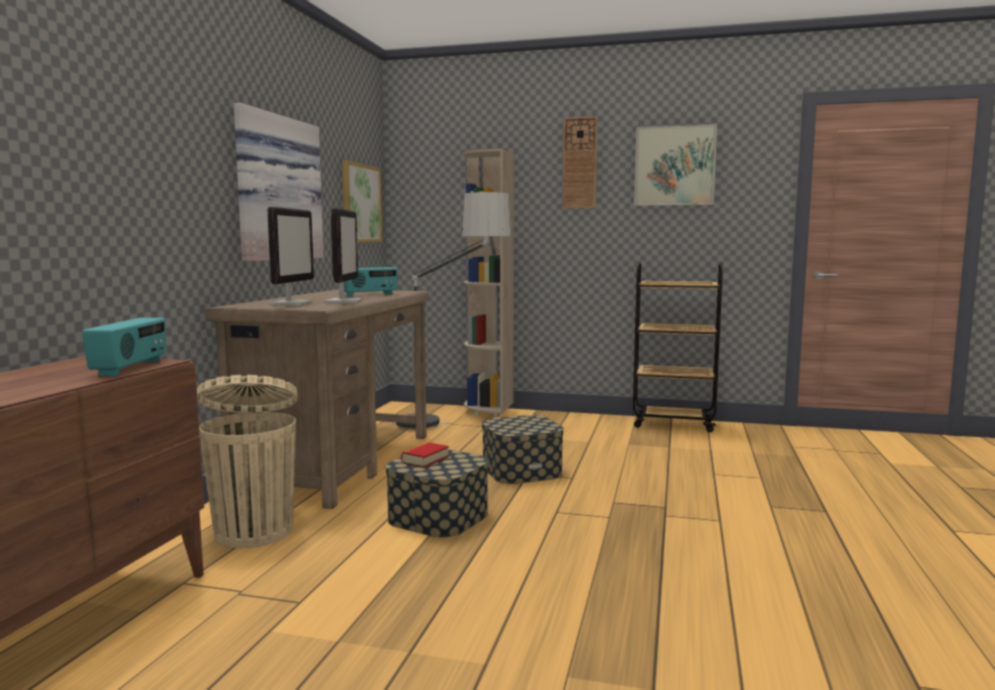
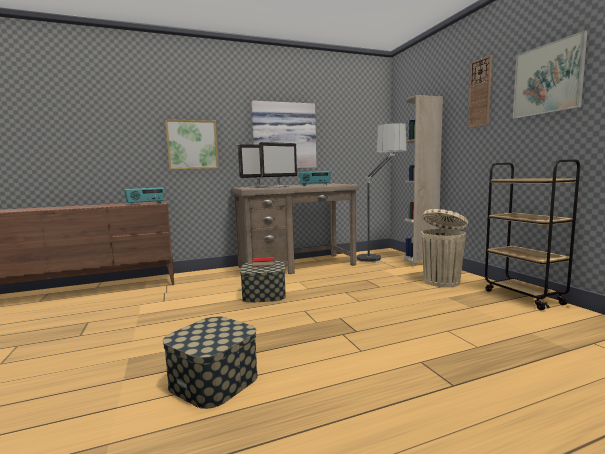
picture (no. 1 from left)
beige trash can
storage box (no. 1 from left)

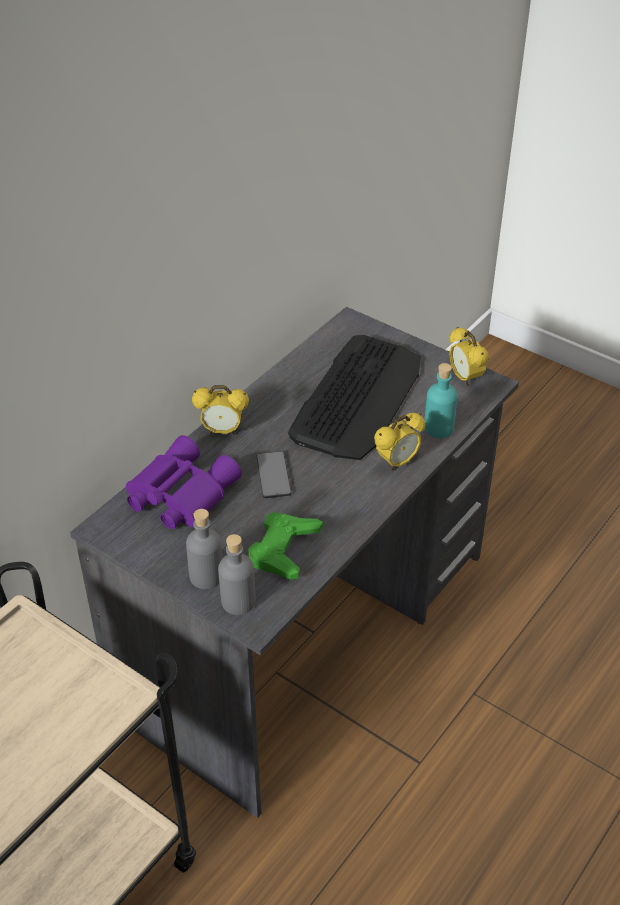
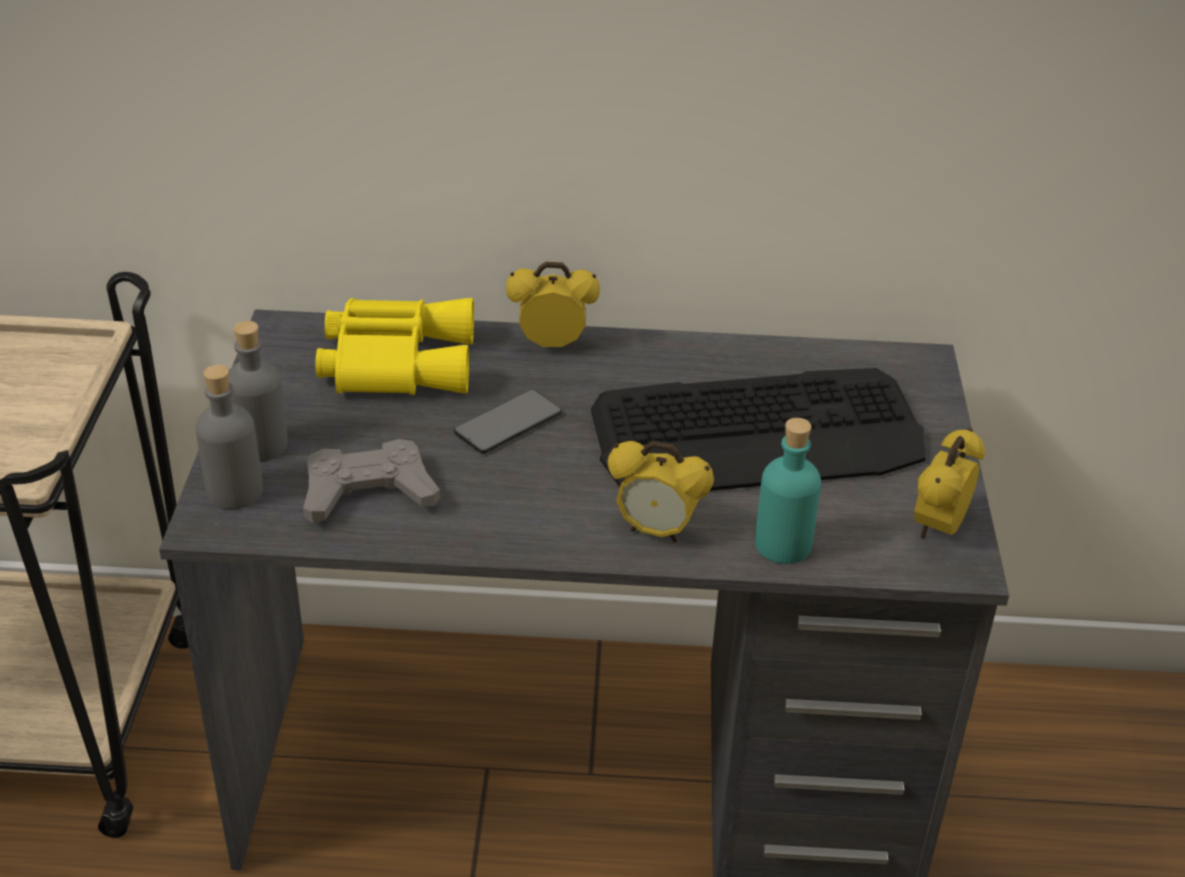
alarm clock (no. 1 from left)
yellow binoculars
grey game controller

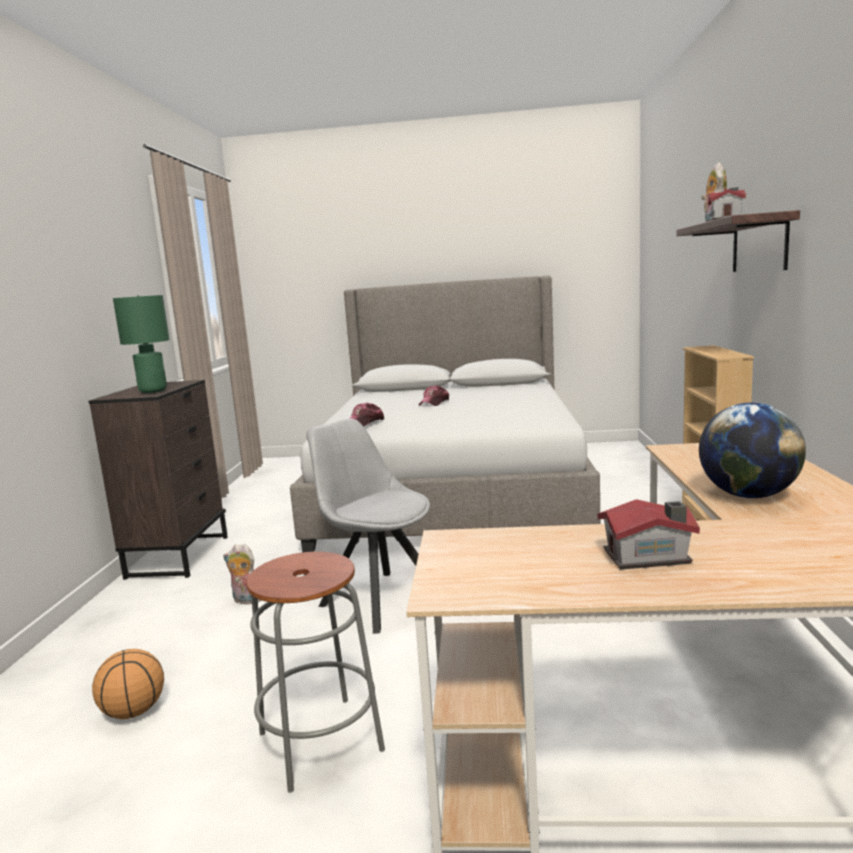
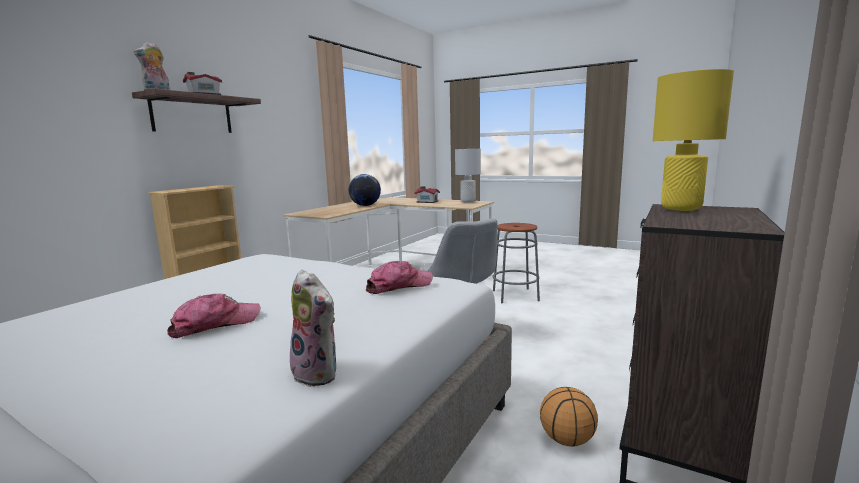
yellow table lamp
plush toy (no. 2 from left)
basketball
grey table lamp

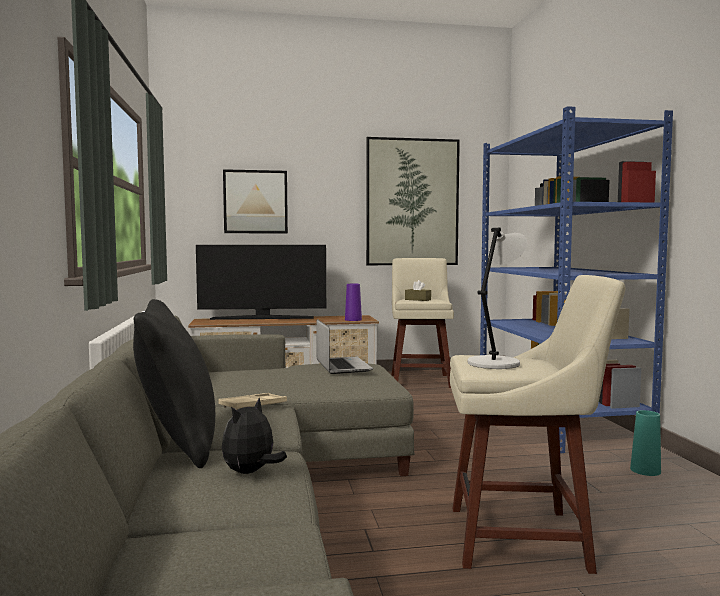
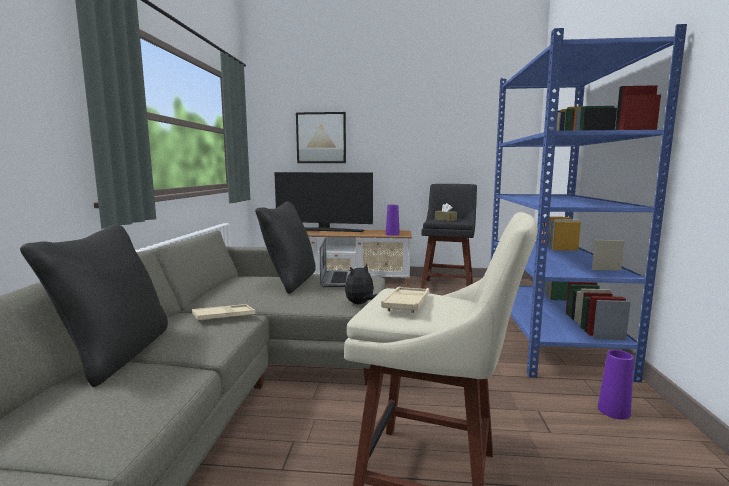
picture (no. 2 from left in the first image)
beige tray (no. 2 from left)
black stool
plush toy
purple vase (no. 2 from left)
black pillow (no. 2 from left)

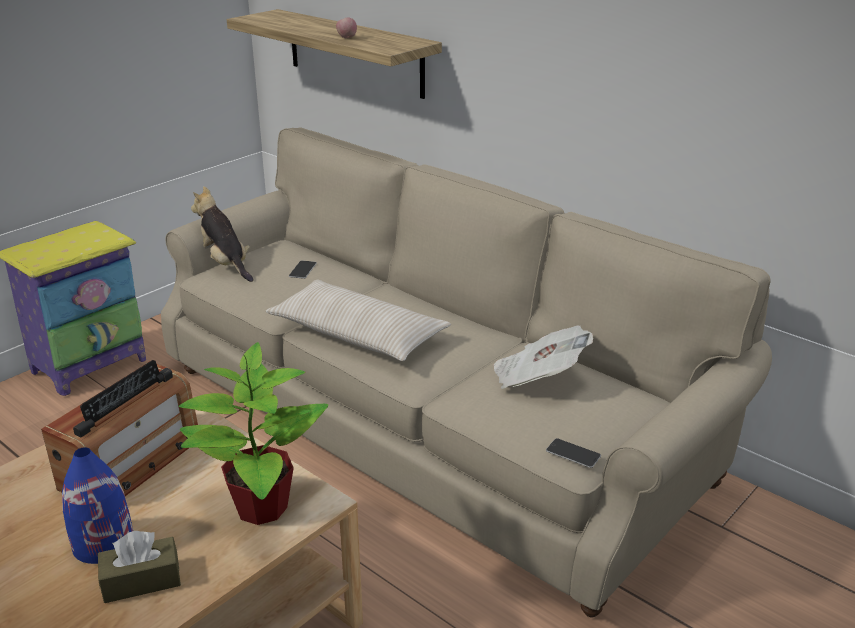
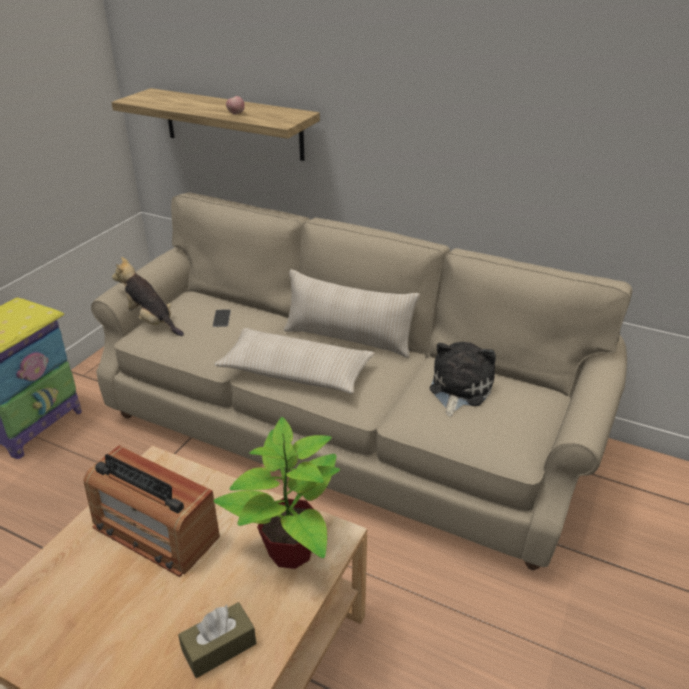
plush toy (no. 2 from left)
radio
phone (no. 2 from left in the first image)
blue vase
beige pillow (no. 2 from left)

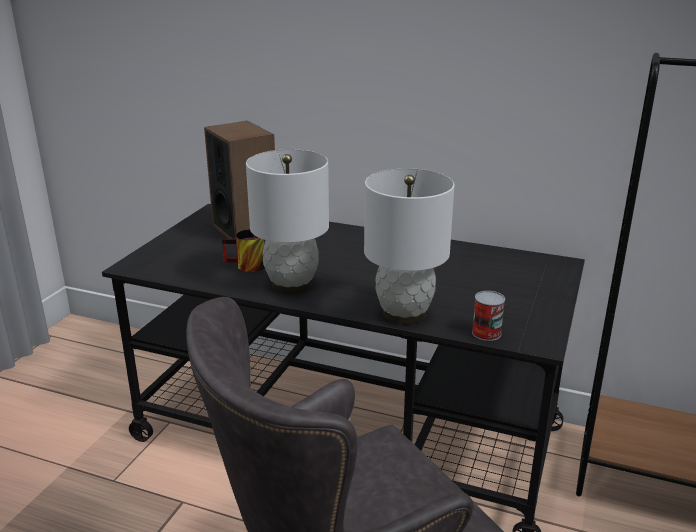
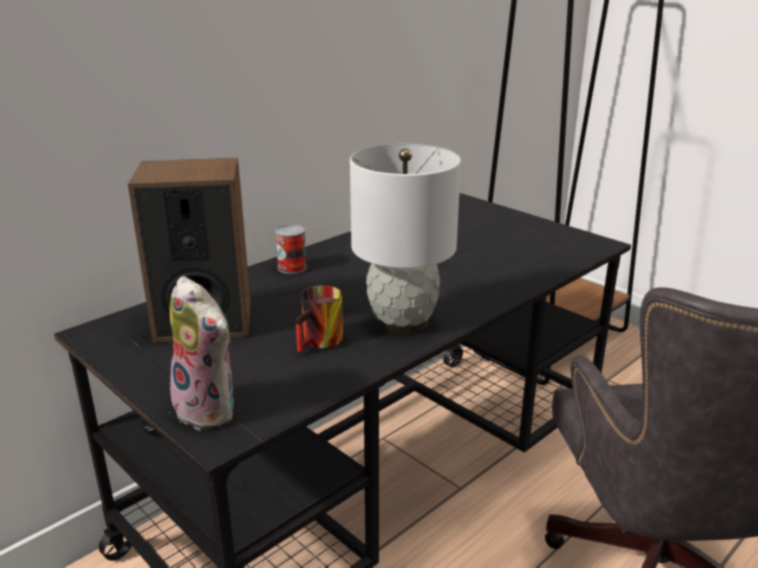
white table lamp (no. 2 from left in the first image)
can
plush toy

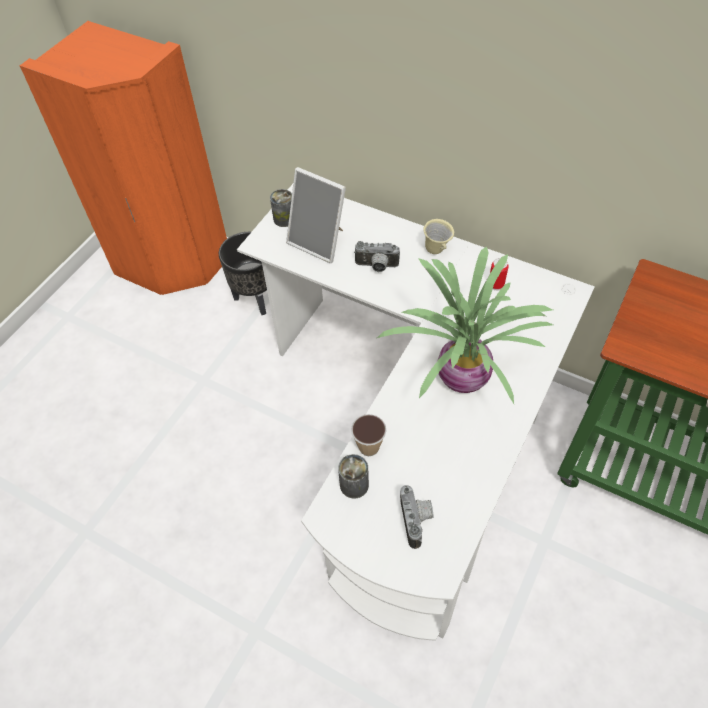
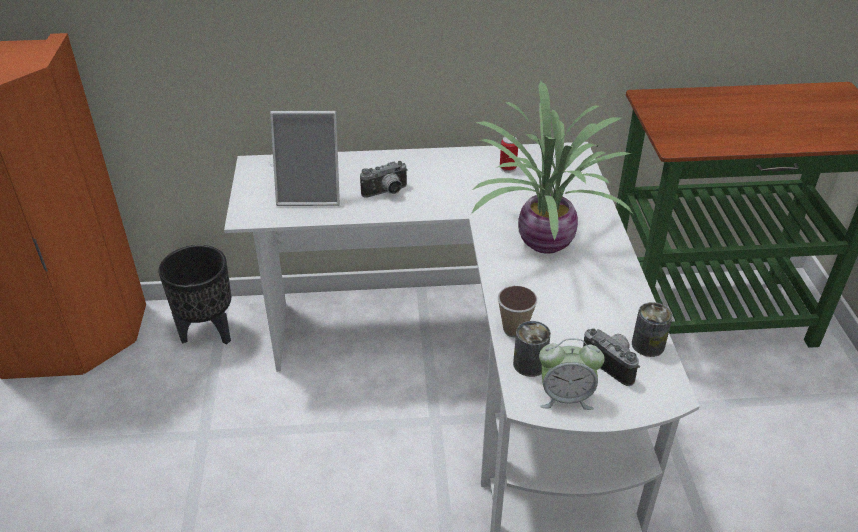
can (no. 3 from left)
beige mug
alarm clock

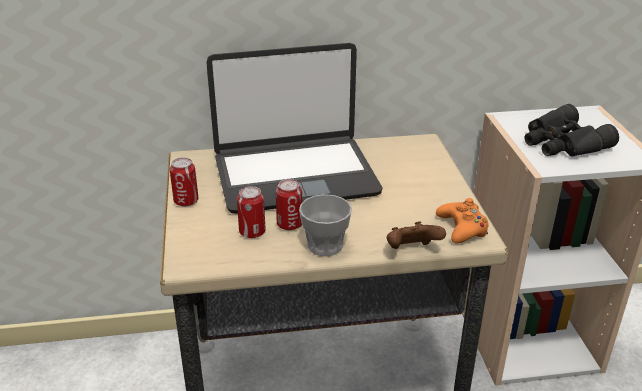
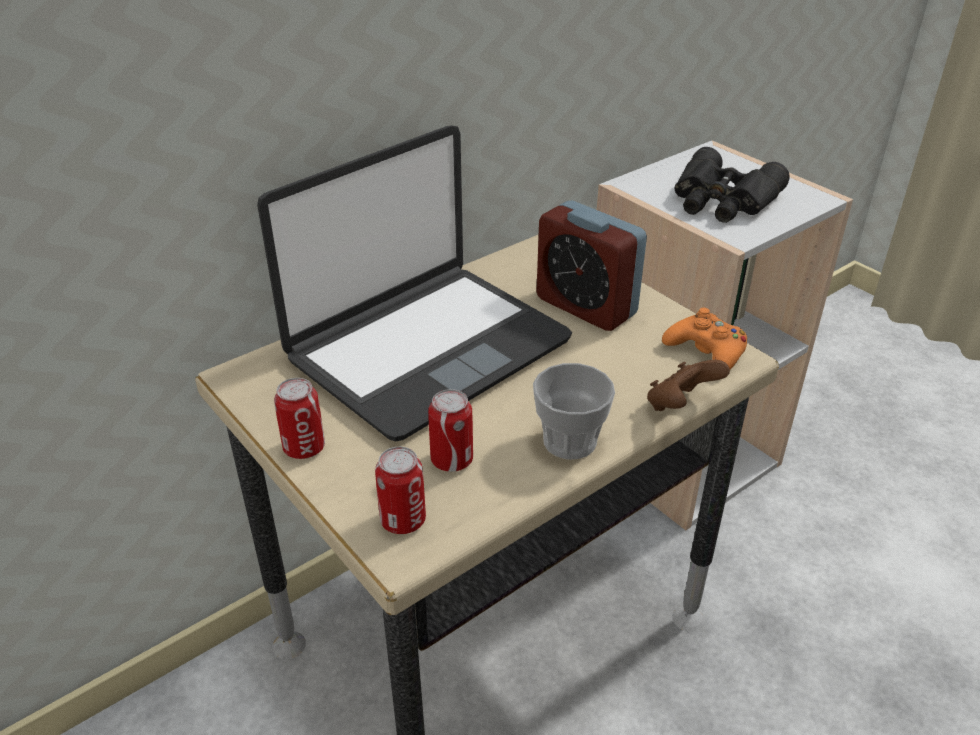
can (no. 2 from left)
alarm clock

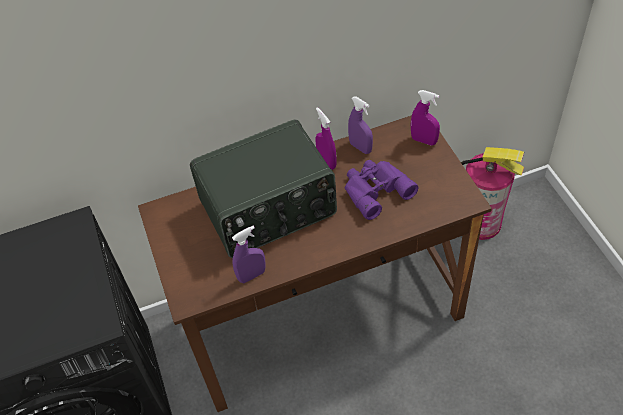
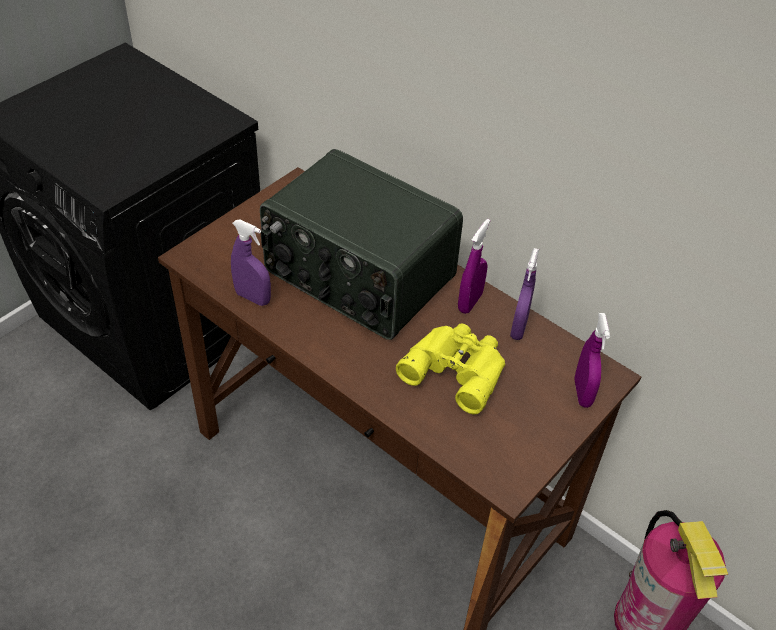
yellow binoculars

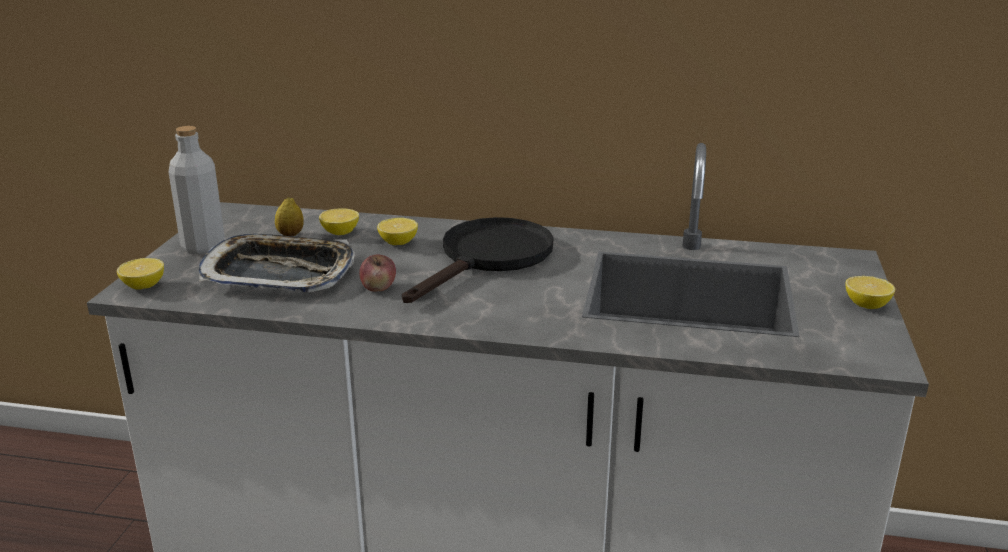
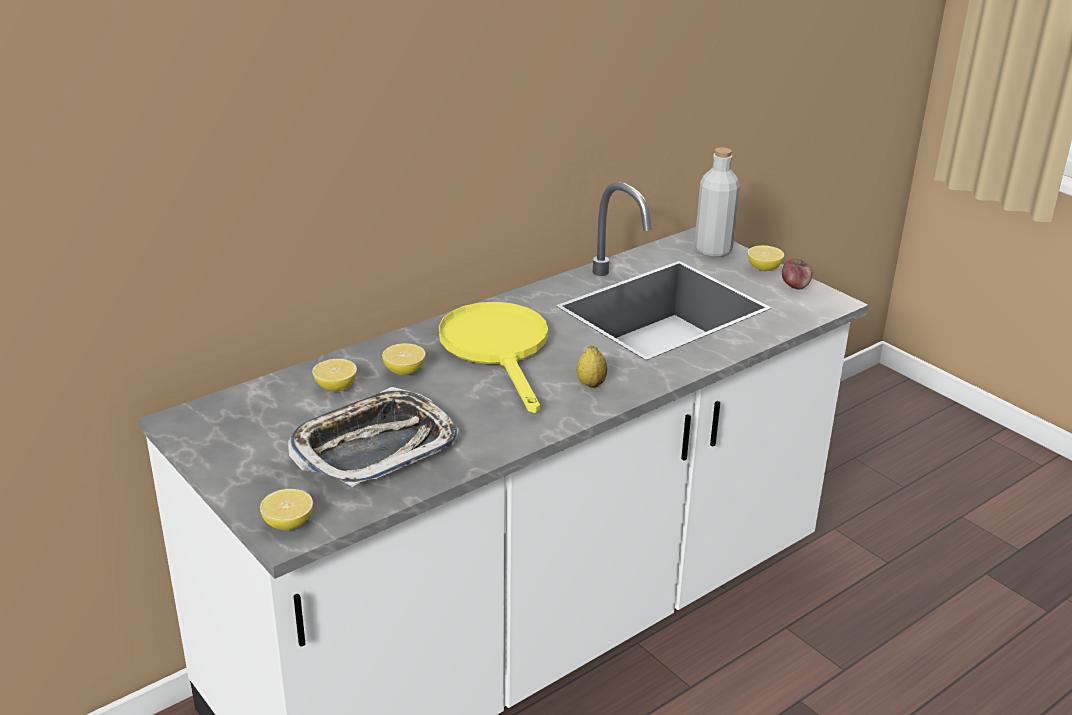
grey bottle
lemon (no. 4 from left)
yellow frying pan
apple

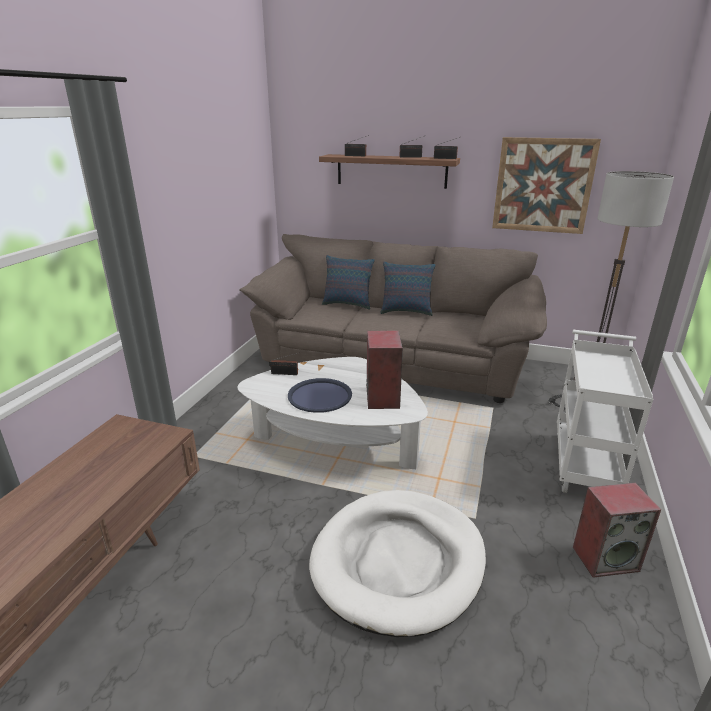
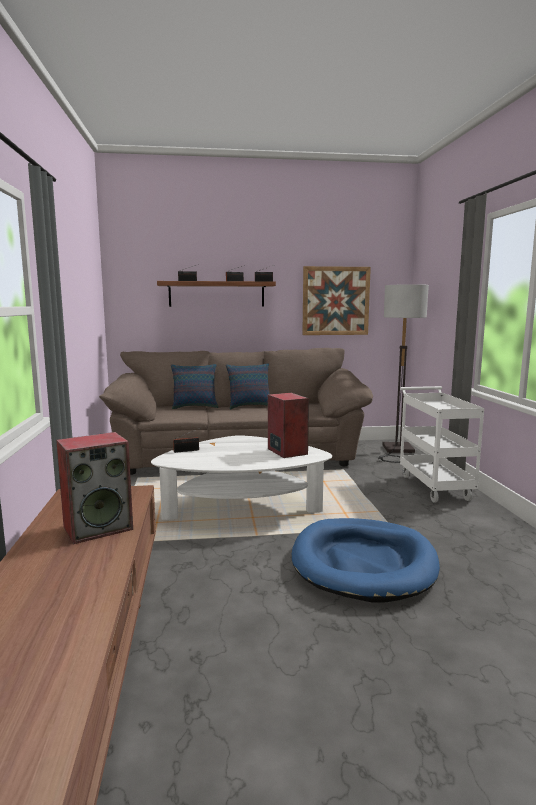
blue tray
speaker (no. 1 from left)
blue dog bed

